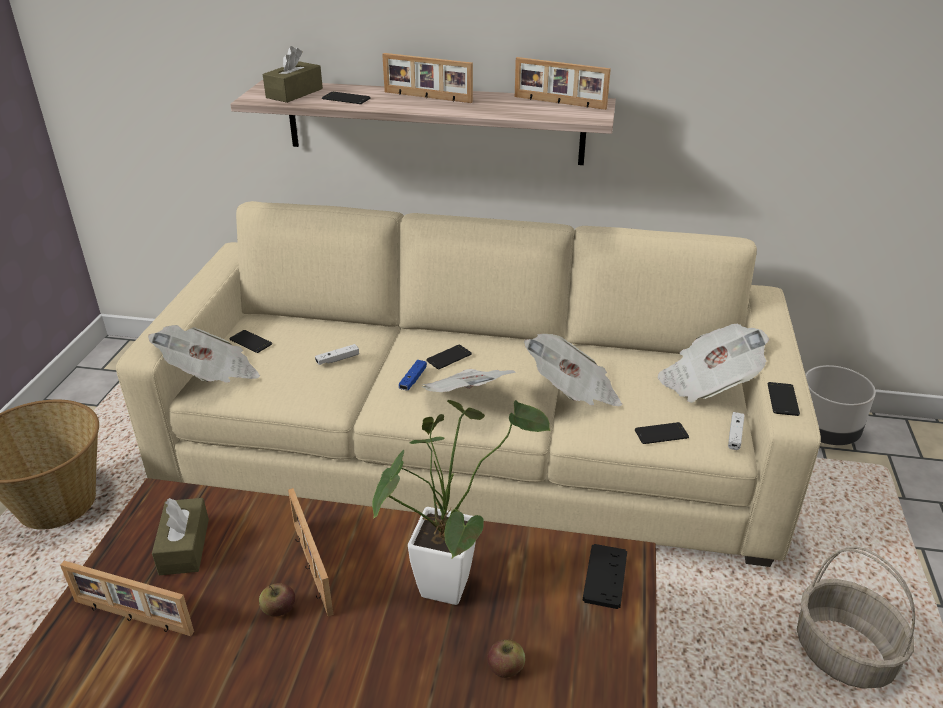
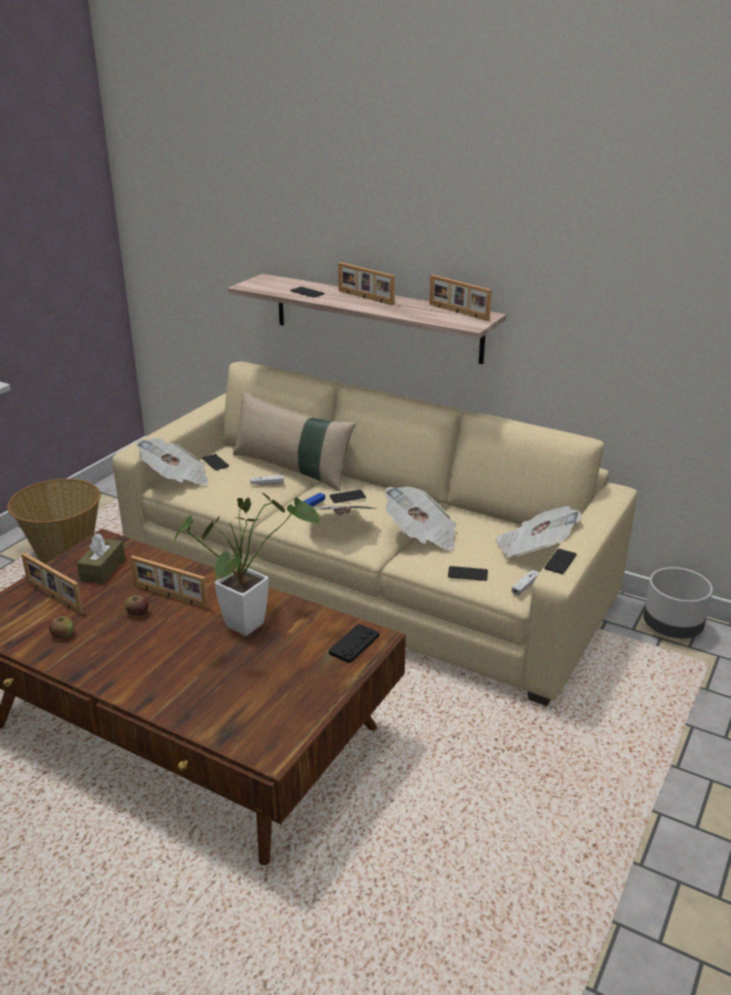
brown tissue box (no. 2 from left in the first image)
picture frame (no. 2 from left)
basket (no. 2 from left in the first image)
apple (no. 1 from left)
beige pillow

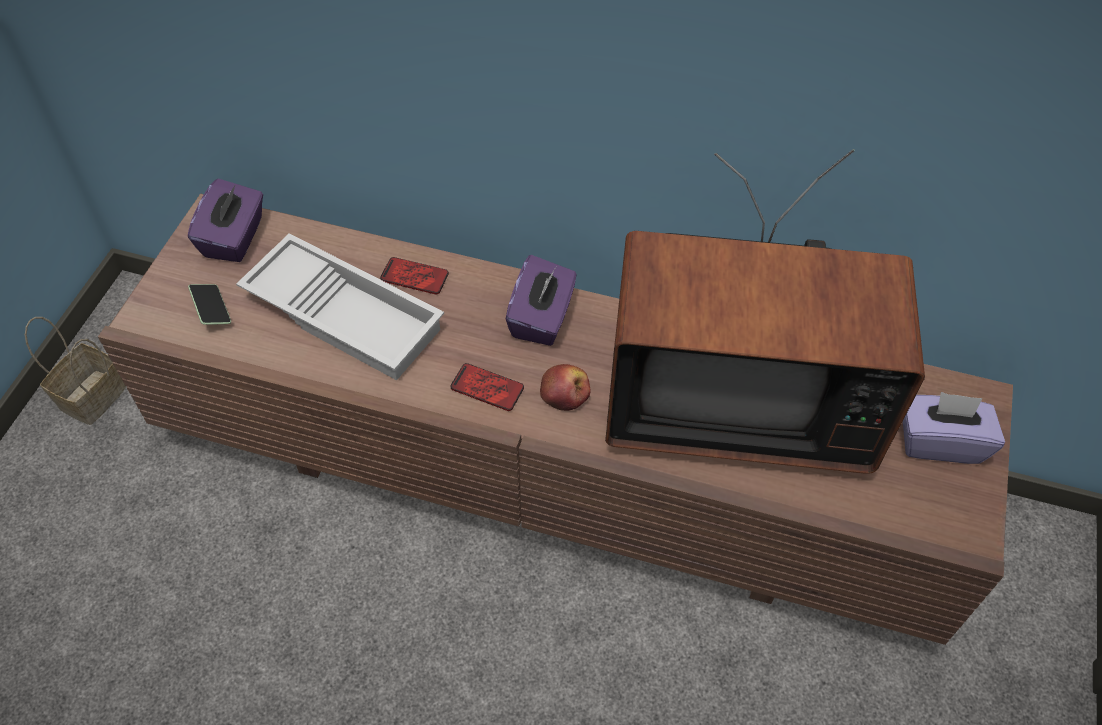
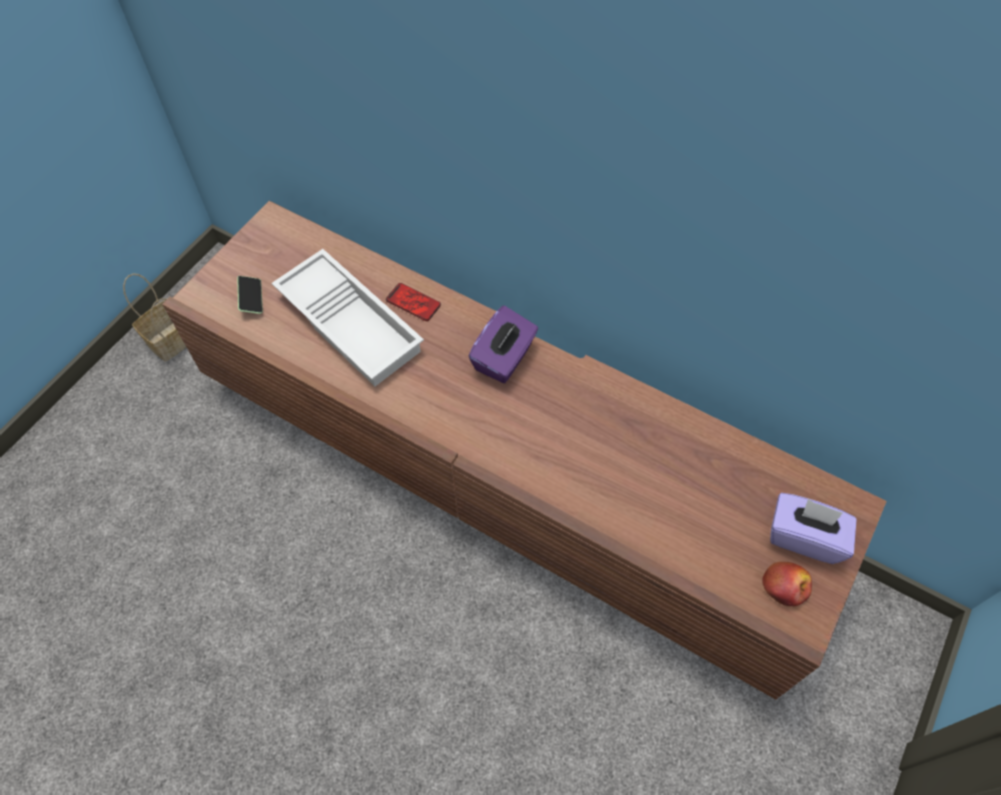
television
purple tissue box (no. 1 from left in the first image)
phone (no. 3 from left in the first image)
apple

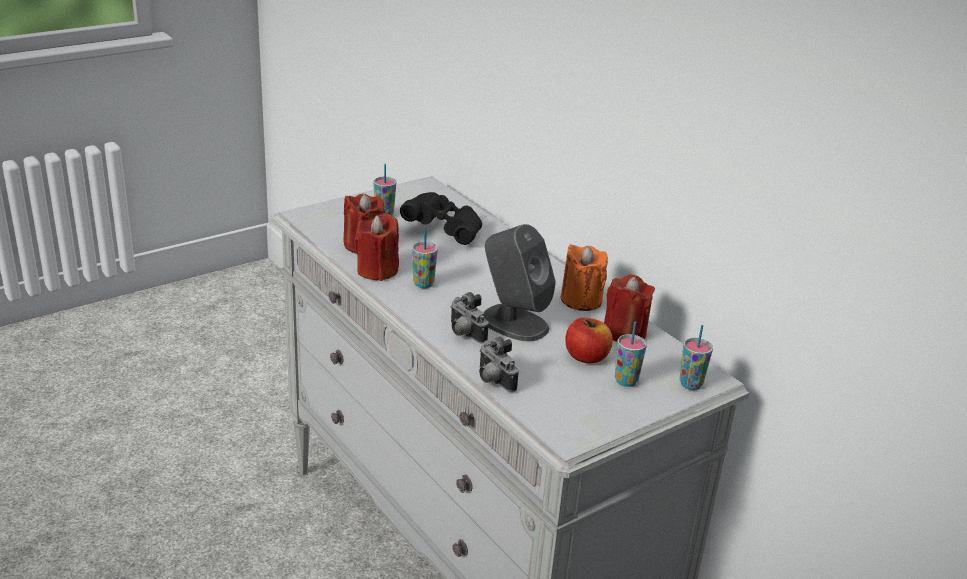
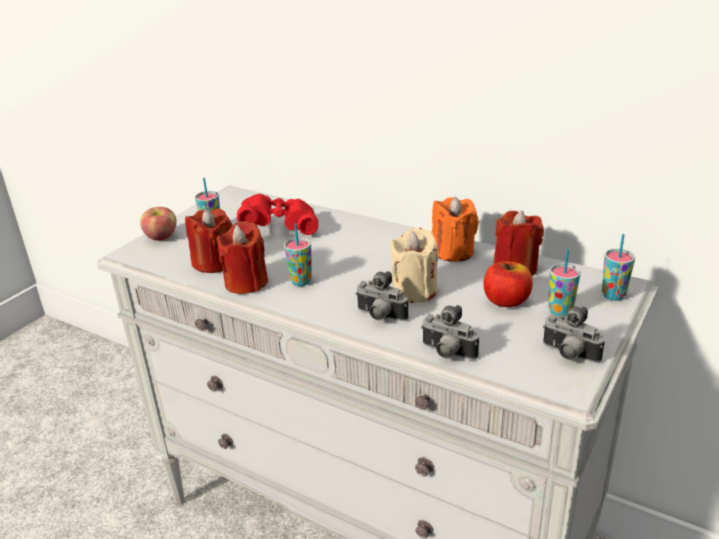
red binoculars
beige candle
apple (no. 1 from left)
photo camera (no. 3 from left)

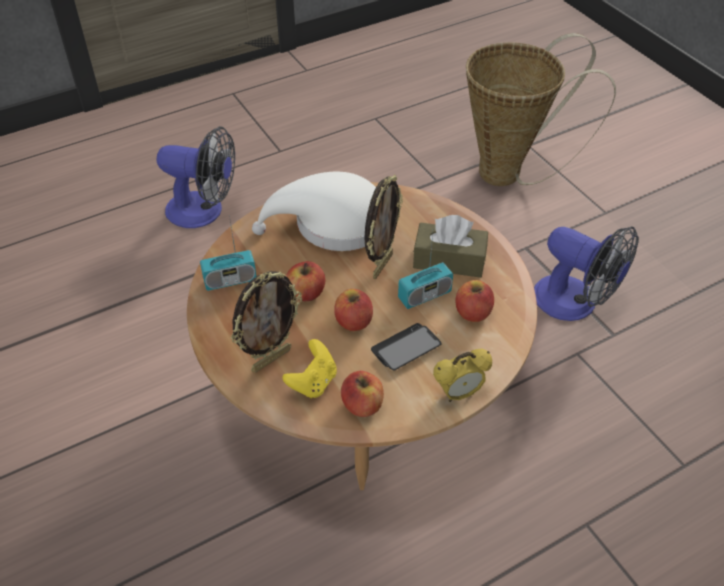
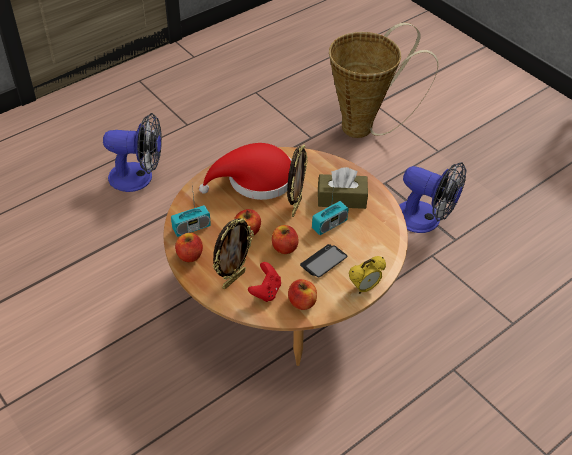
red hat
apple (no. 1 from left)
red game controller

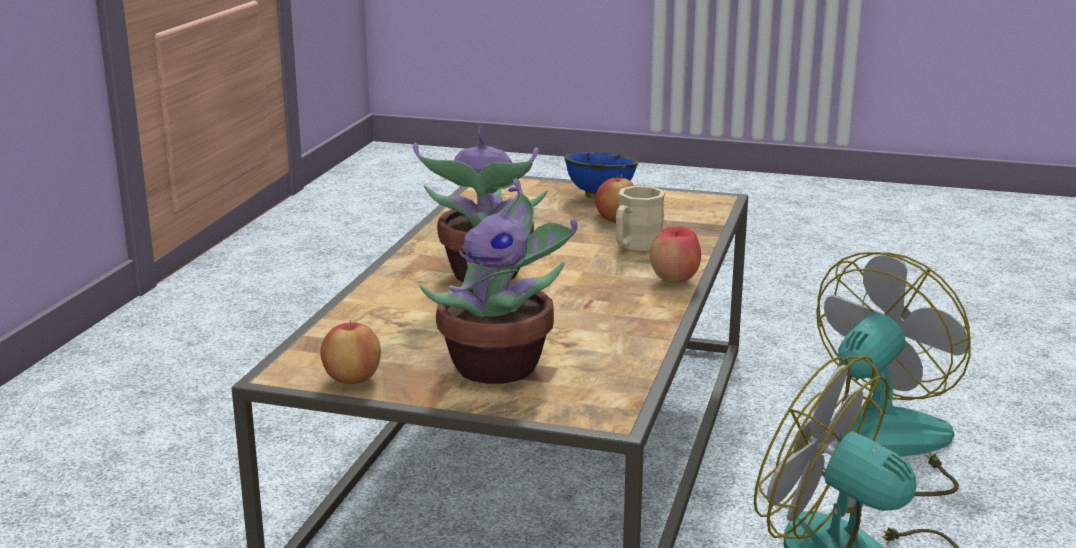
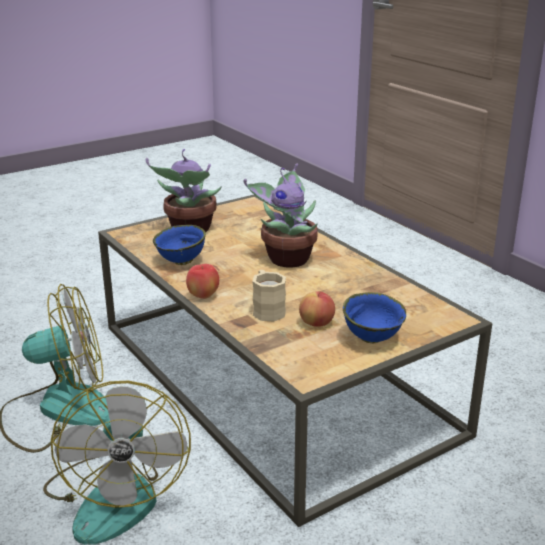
apple (no. 1 from left in the first image)
blue bowl (no. 1 from left)

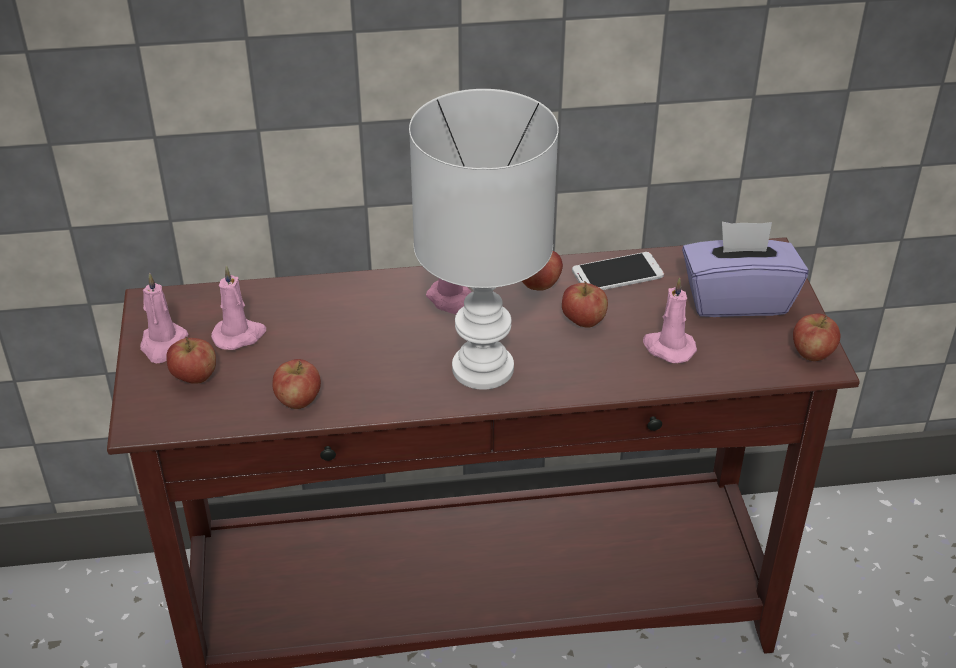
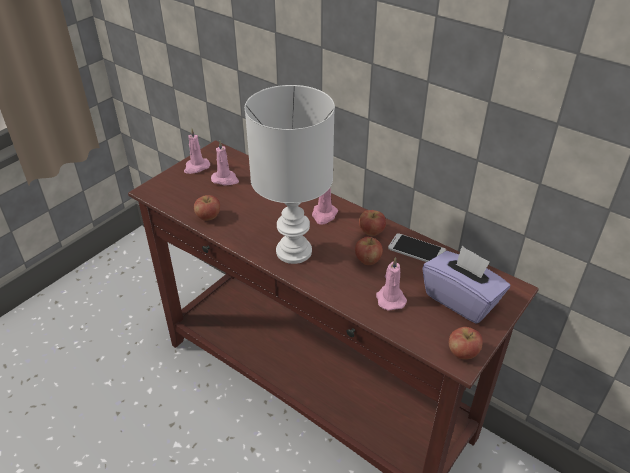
apple (no. 1 from left in the first image)

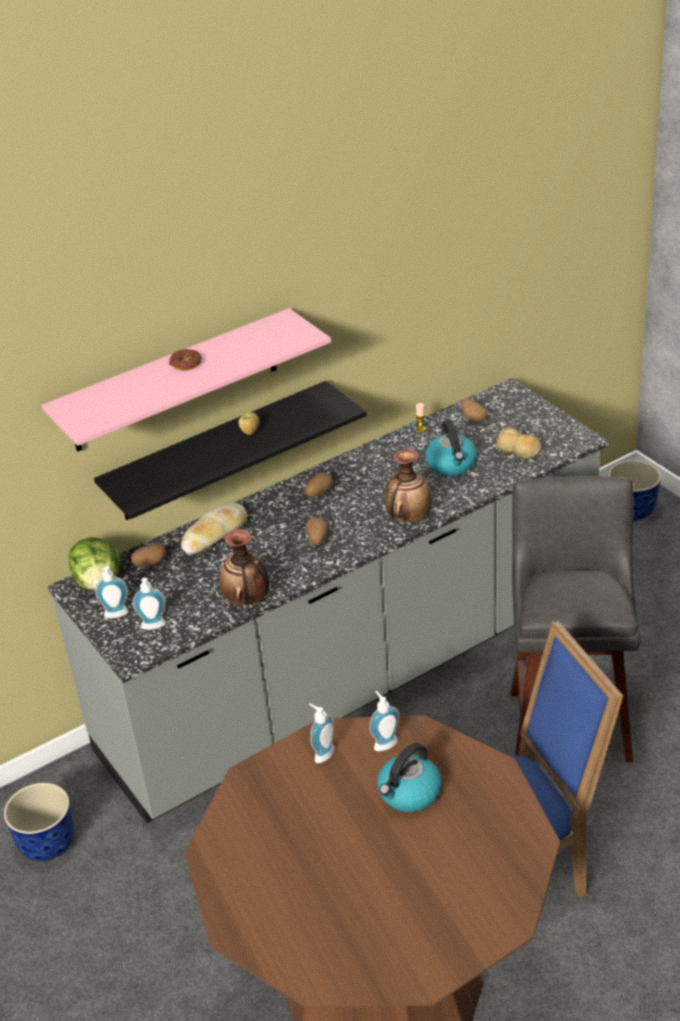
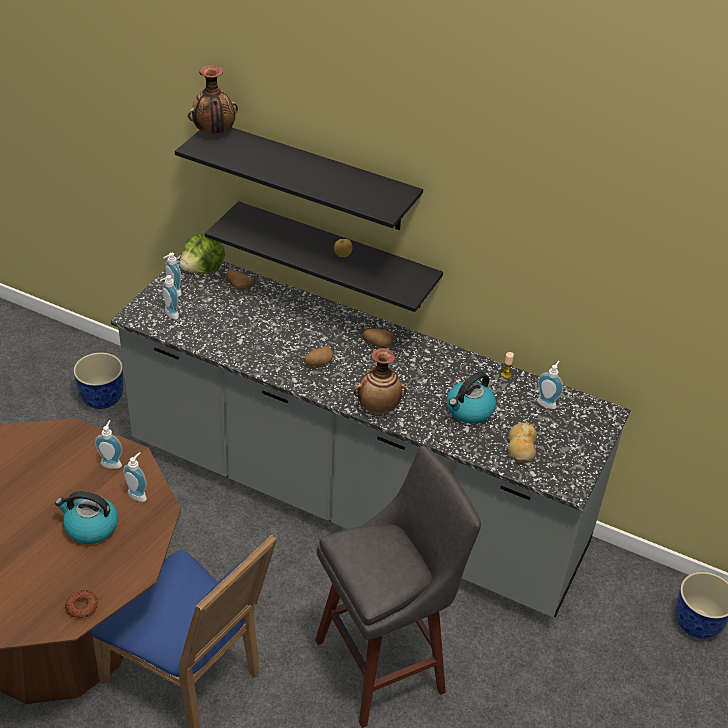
black shelf (no. 1 from left)
donut
soap dispenser (no. 5 from left)
bread (no. 1 from left in the first image)
vase (no. 1 from left)

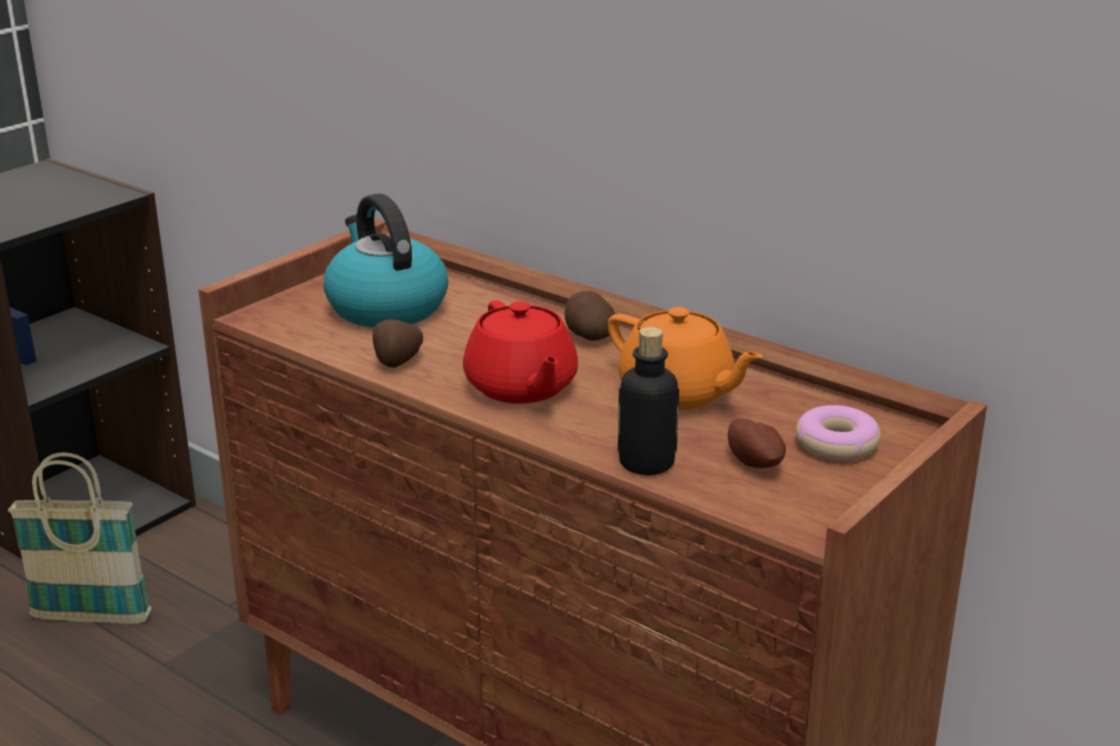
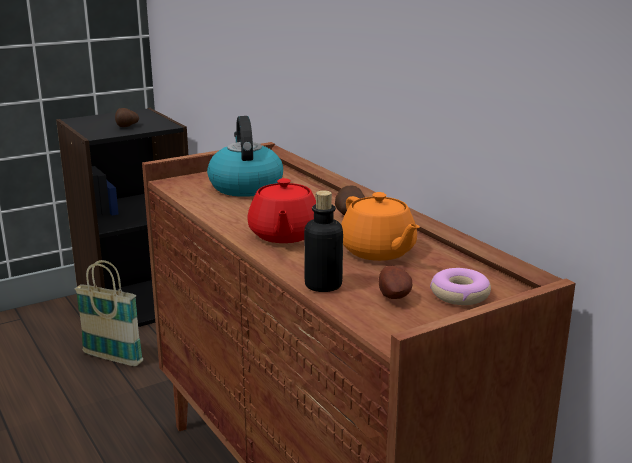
potato (no. 1 from left)

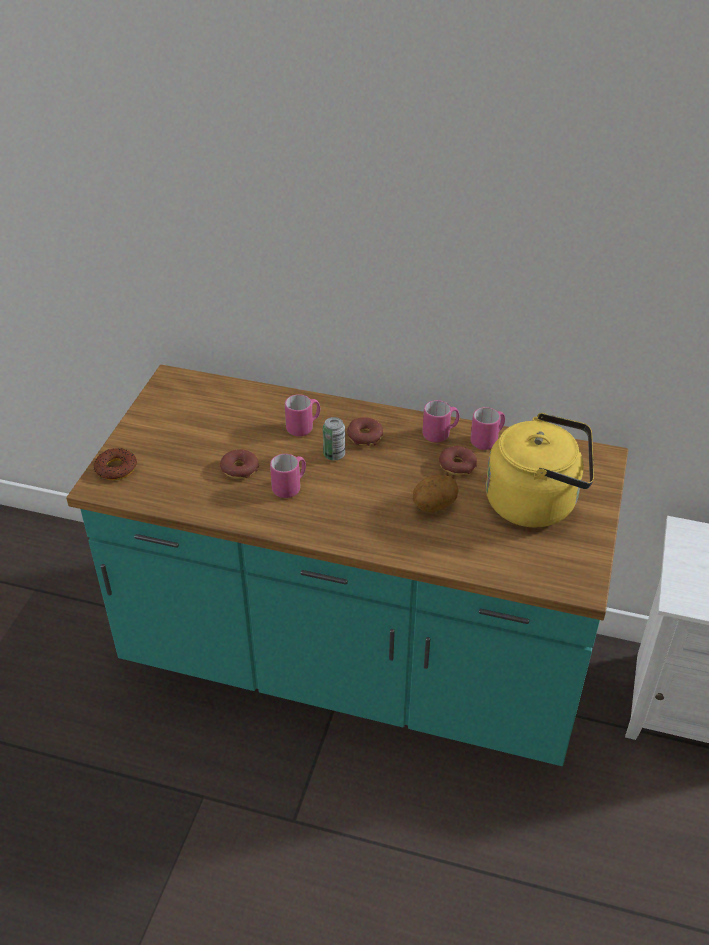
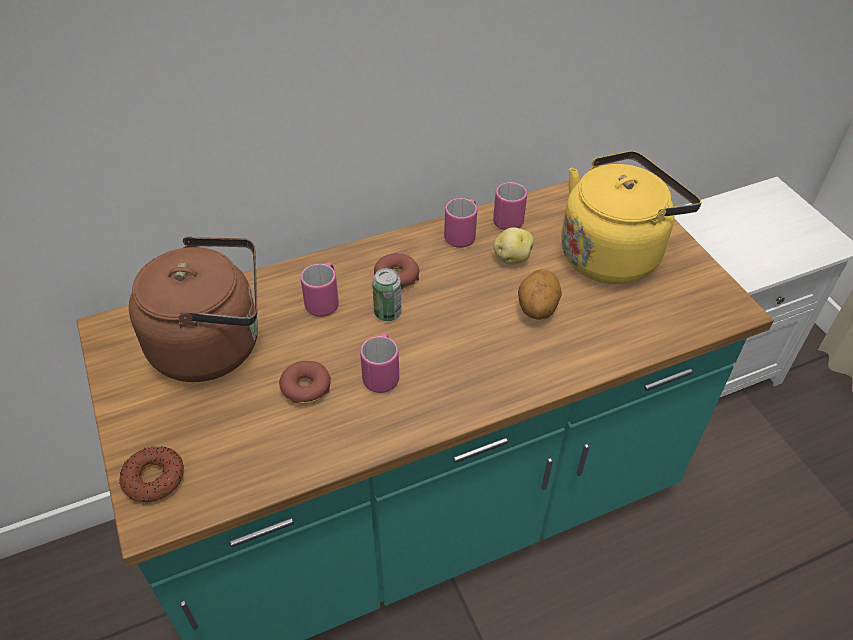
potato (no. 1 from left)
brown kettle

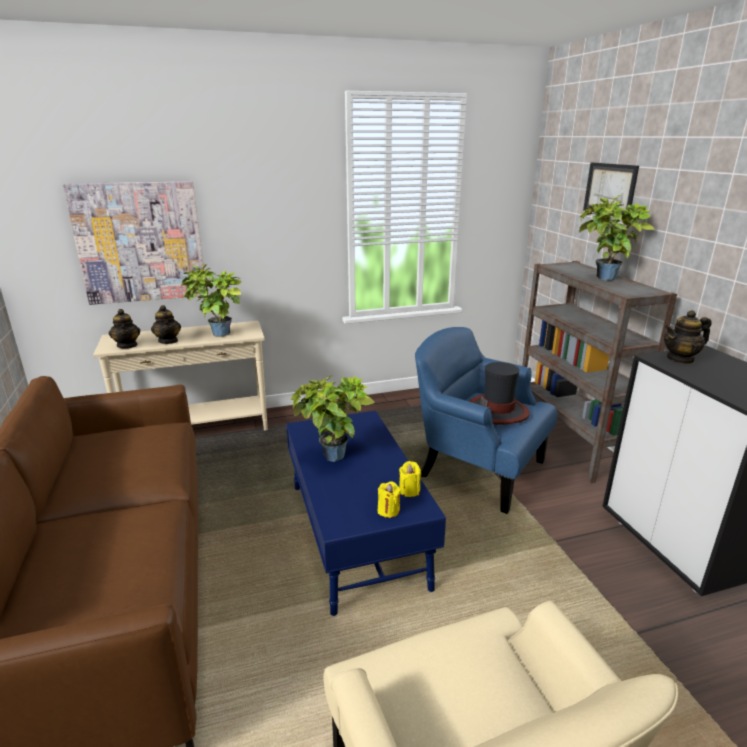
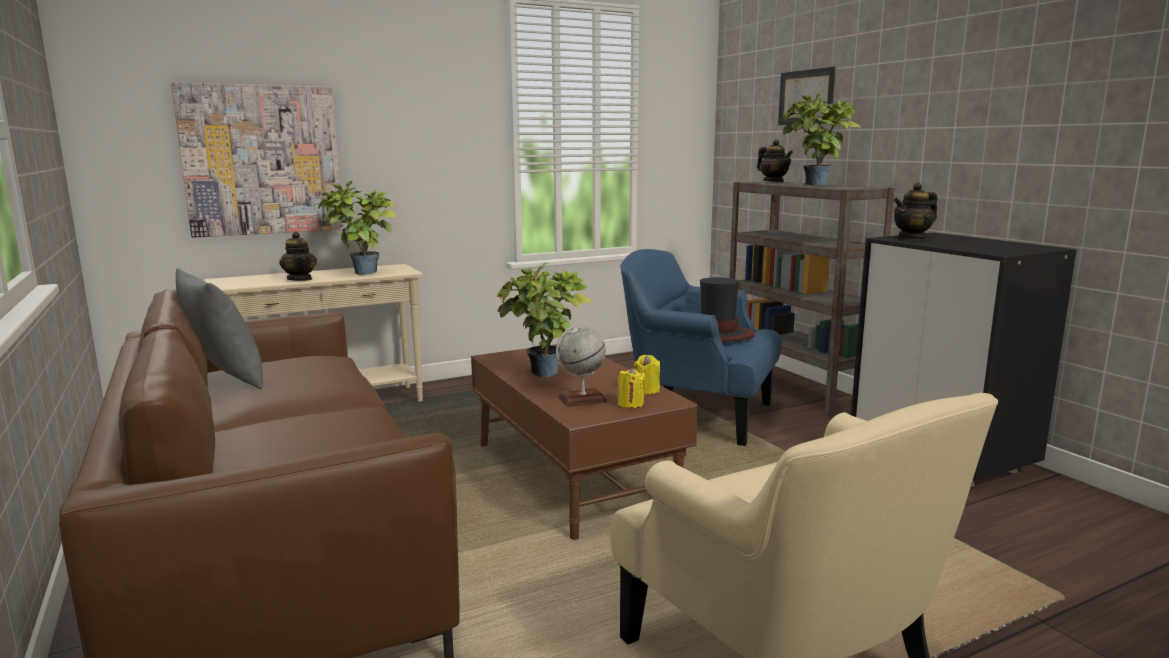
teapot (no. 2 from left)
brown coffee table
grey pillow
globe

